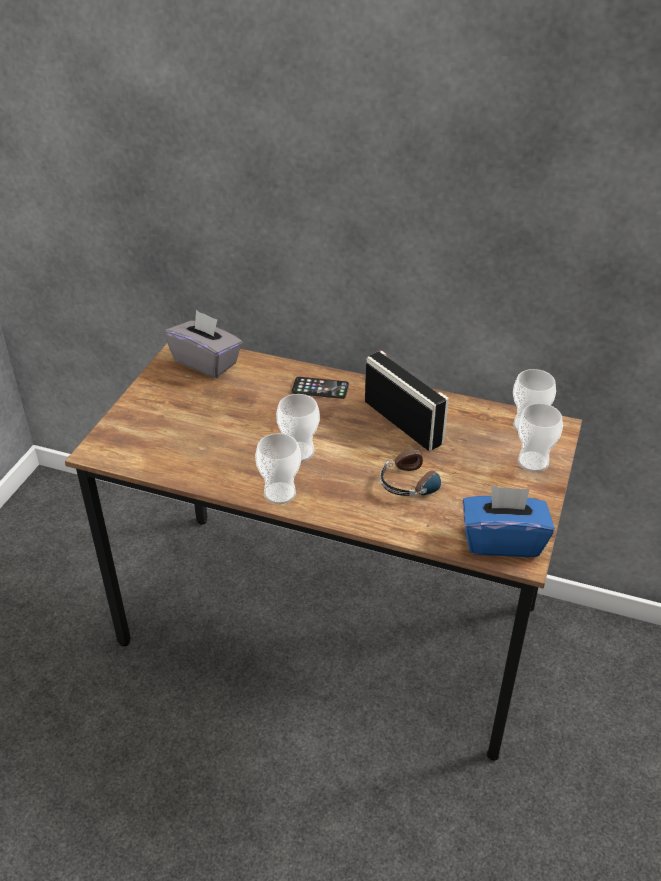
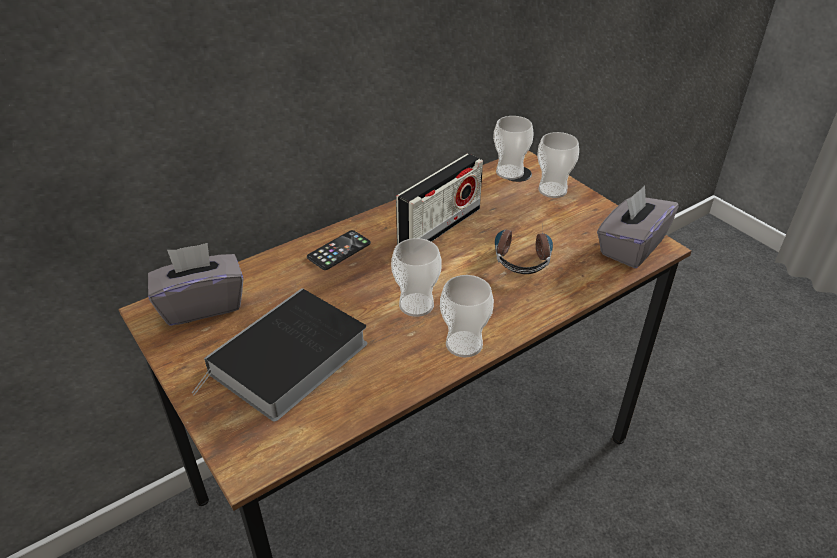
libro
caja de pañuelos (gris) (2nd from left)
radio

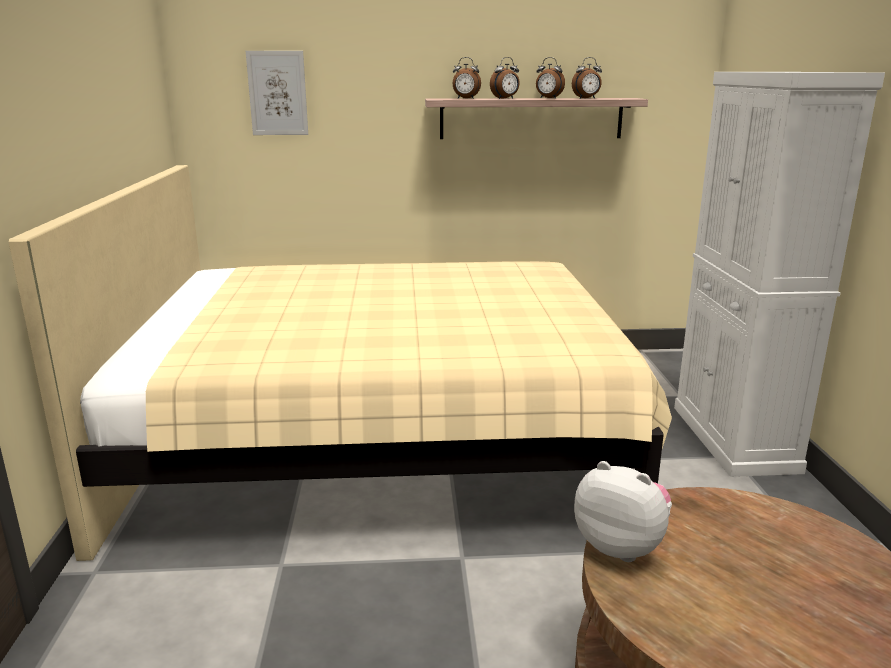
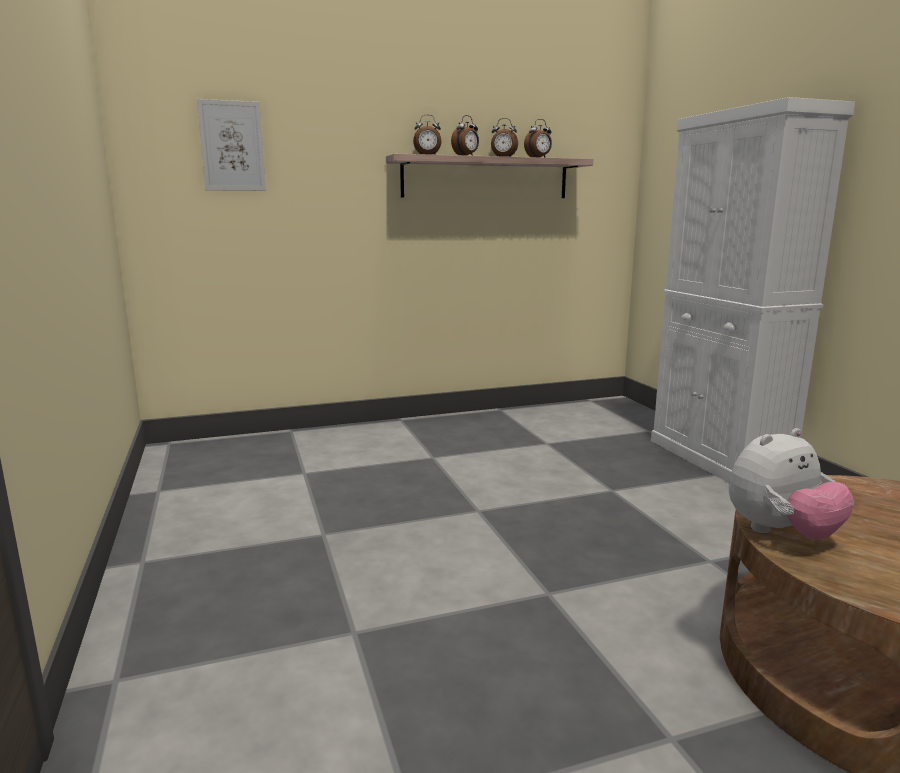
cama (beis)
peluche

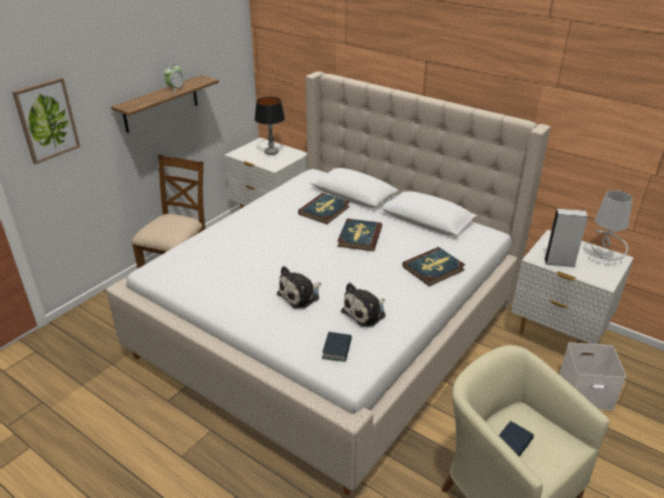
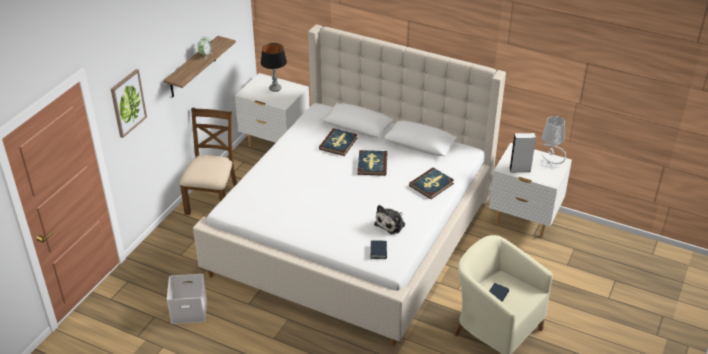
peluche (1st from left in the first image)
caja de almacenaje (blanco)

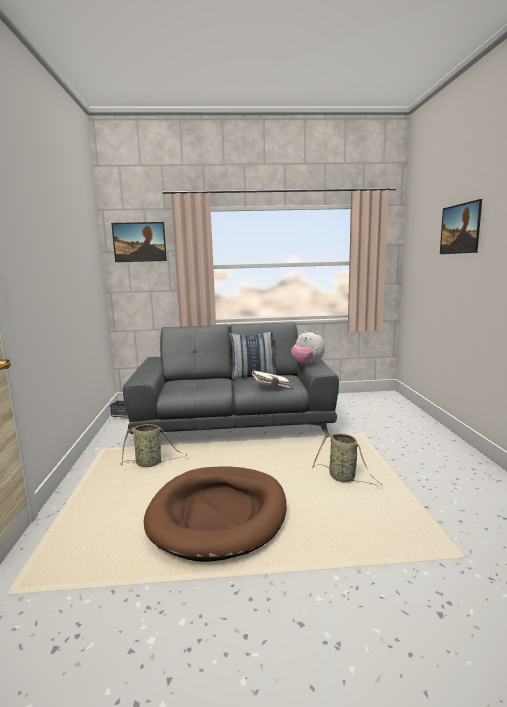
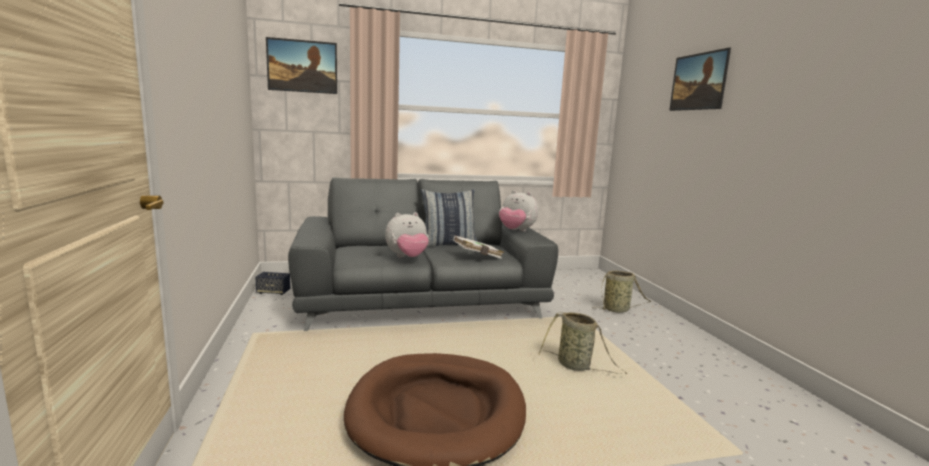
peluche (1st from left)
cesta (2nd from left)

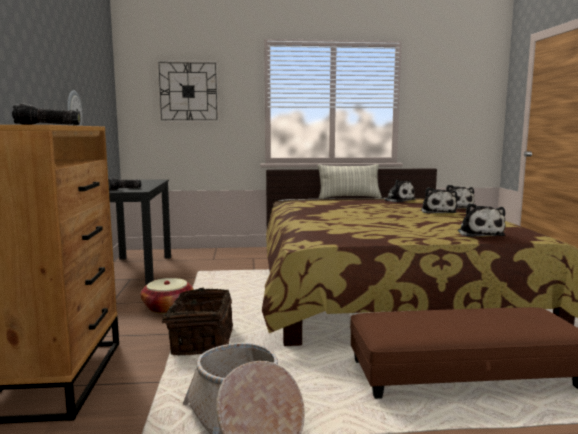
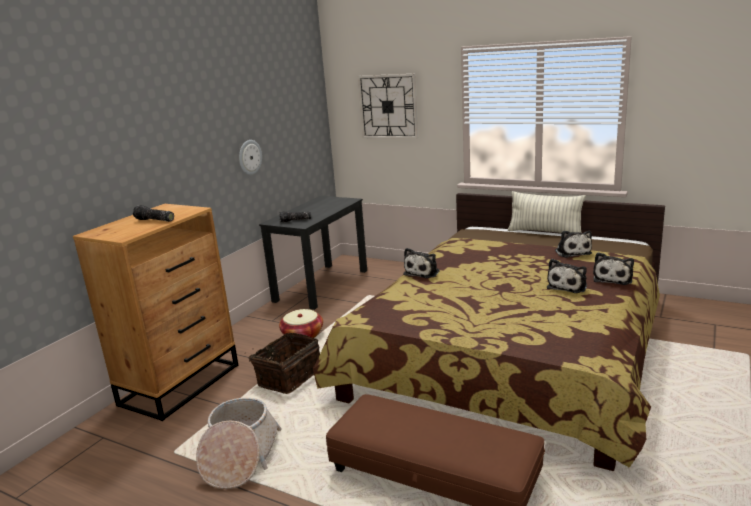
peluche (1st from left)

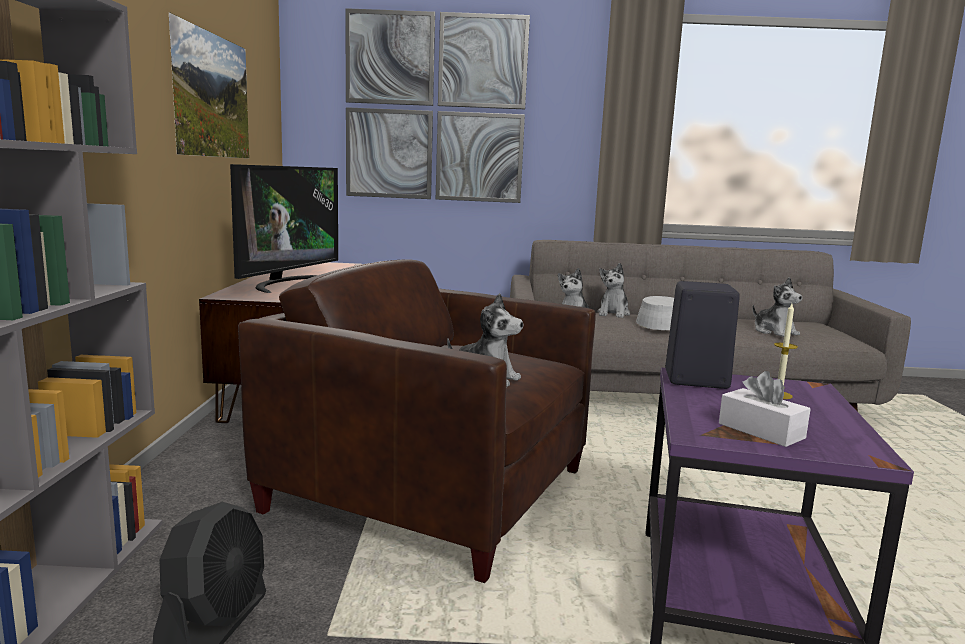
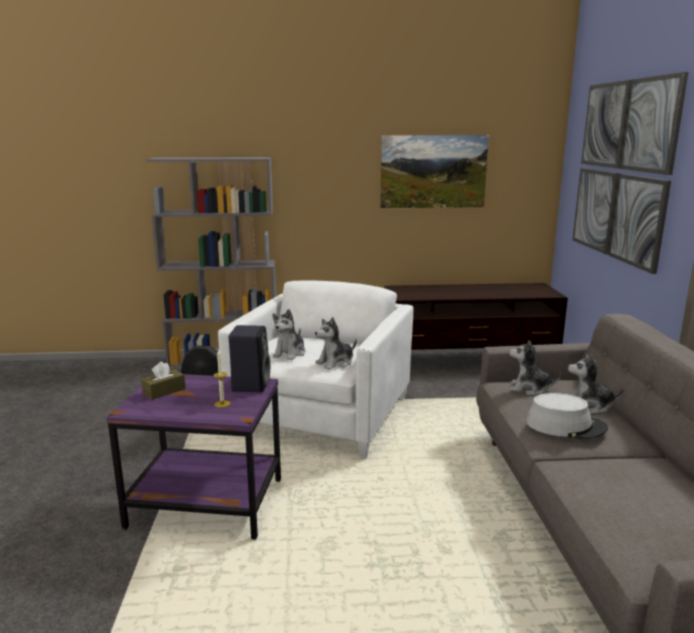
televisor
peluche (2nd from left)
sillón (blanco)
caja de pañuelos (marrón)

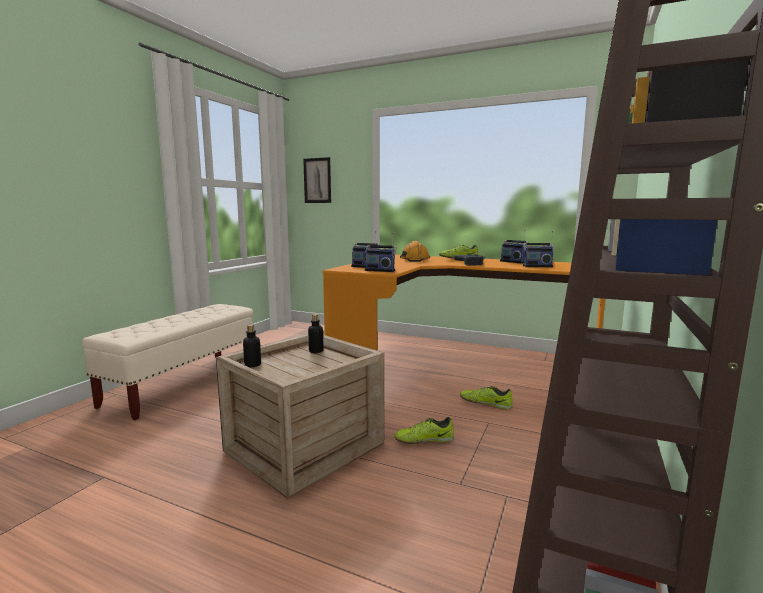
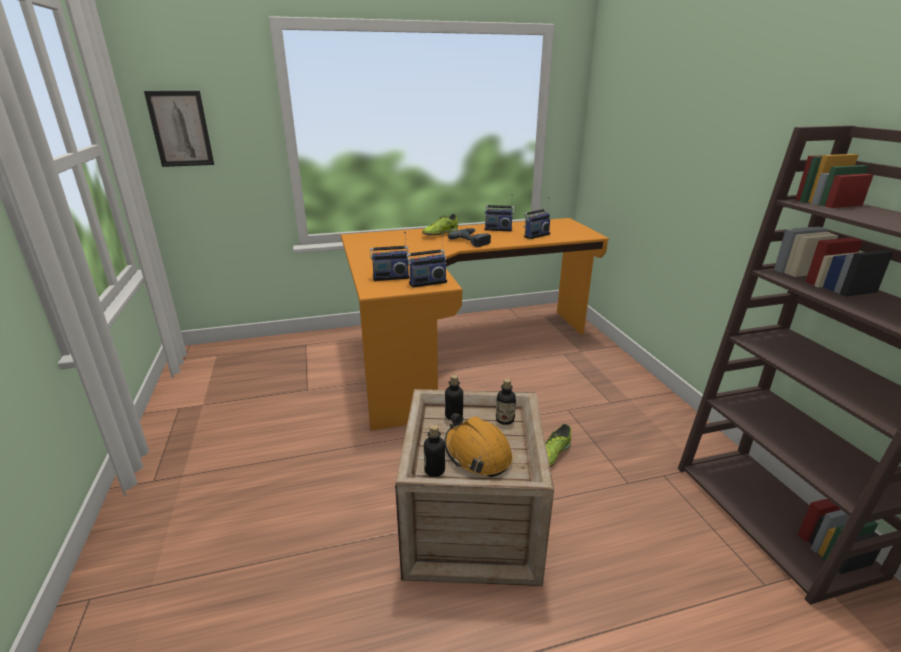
banco (beis)
zapato (3rd from left in the first image)
botella (3rd from left)
casco (naranja)

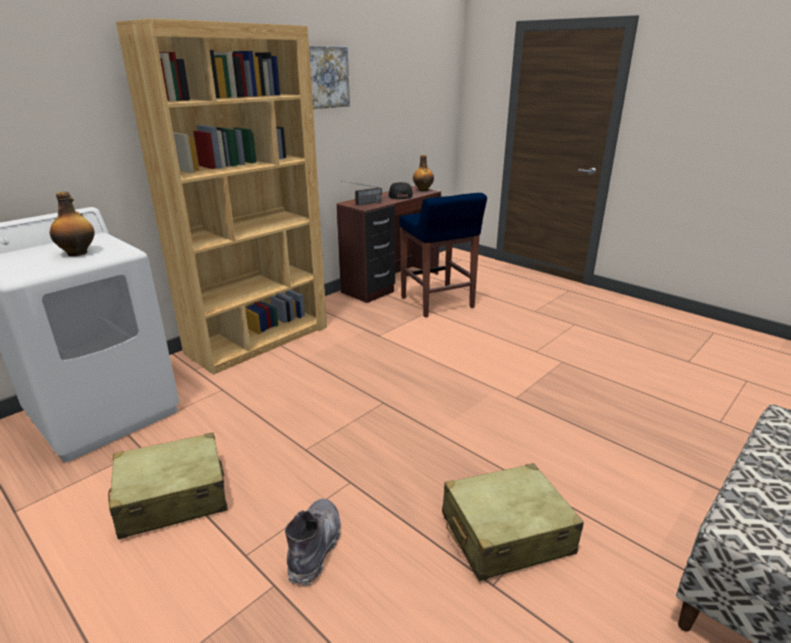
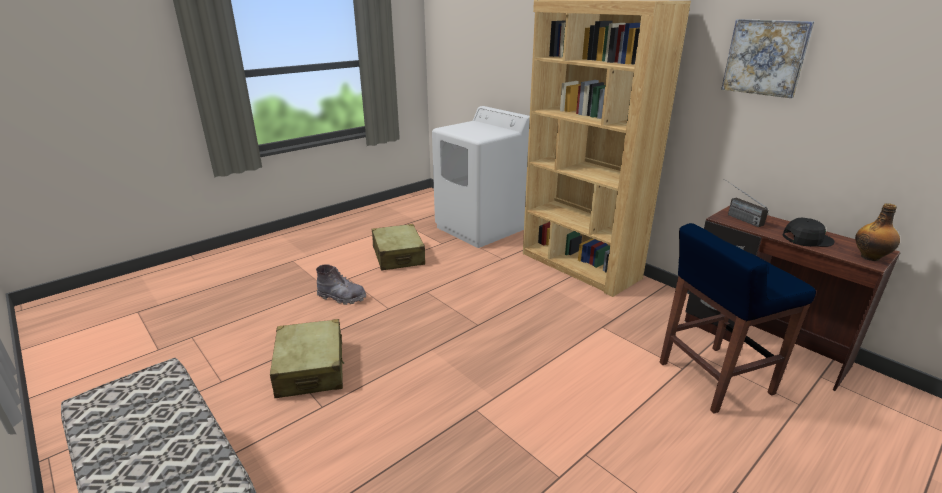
botella (1st from left in the first image)

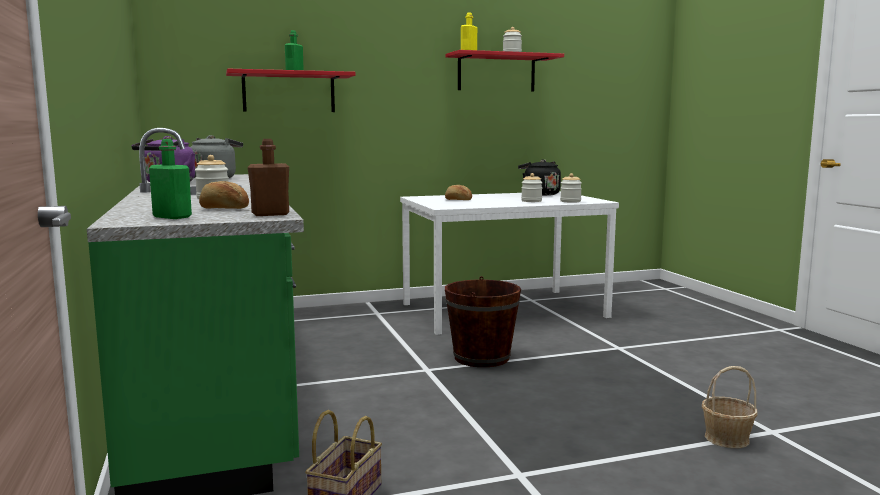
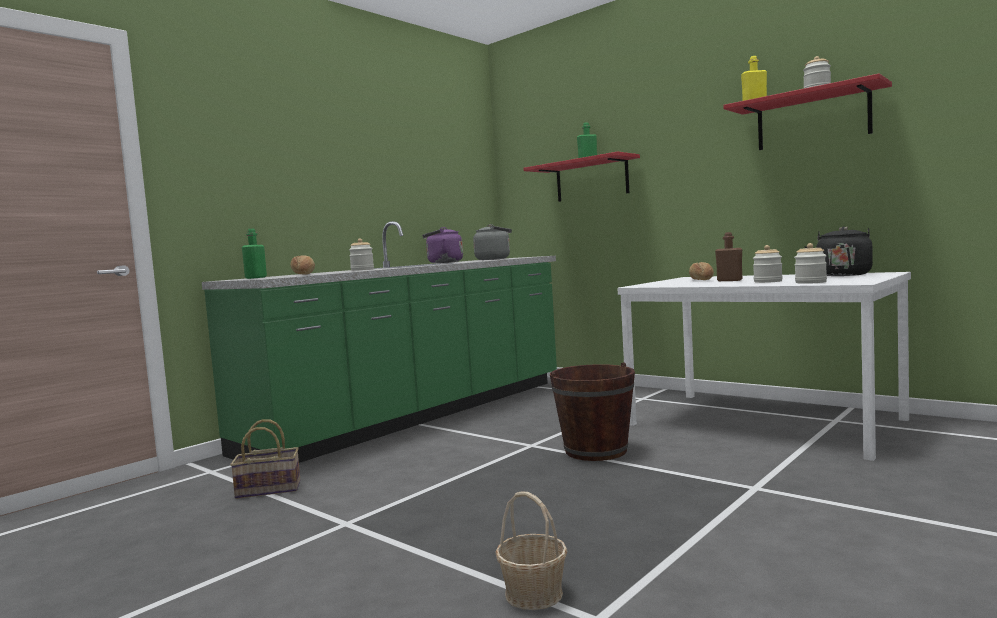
botella (marrón)

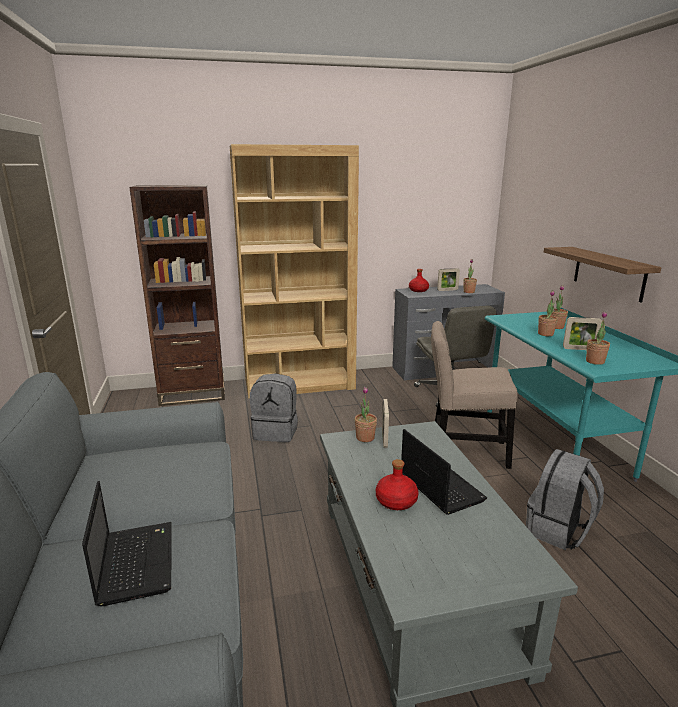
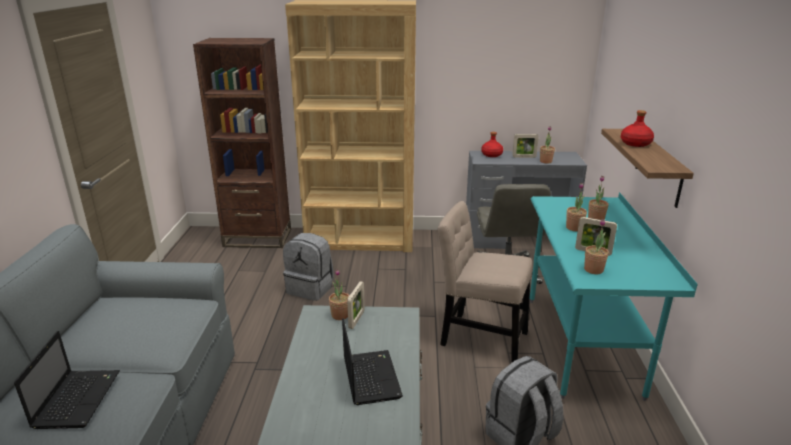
botella (rojo) (2nd from left)

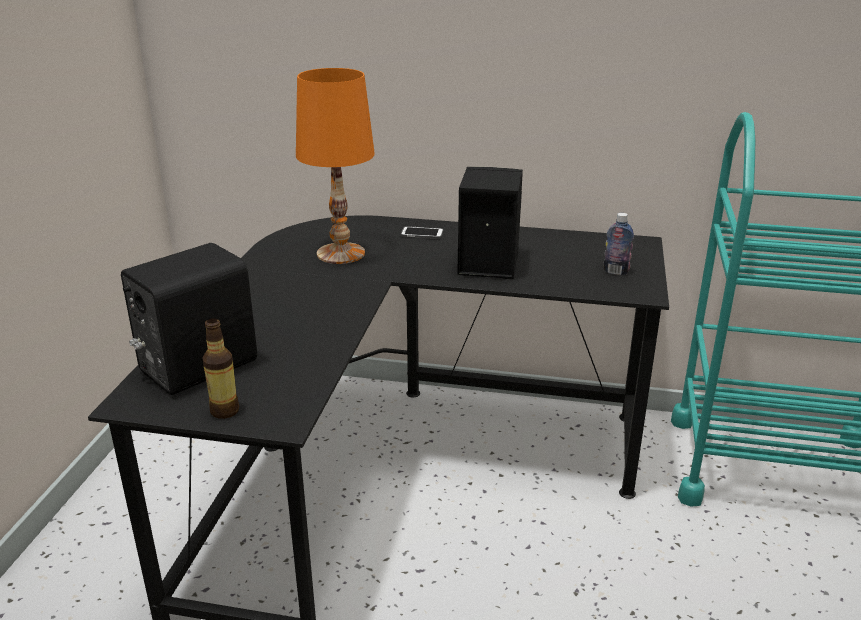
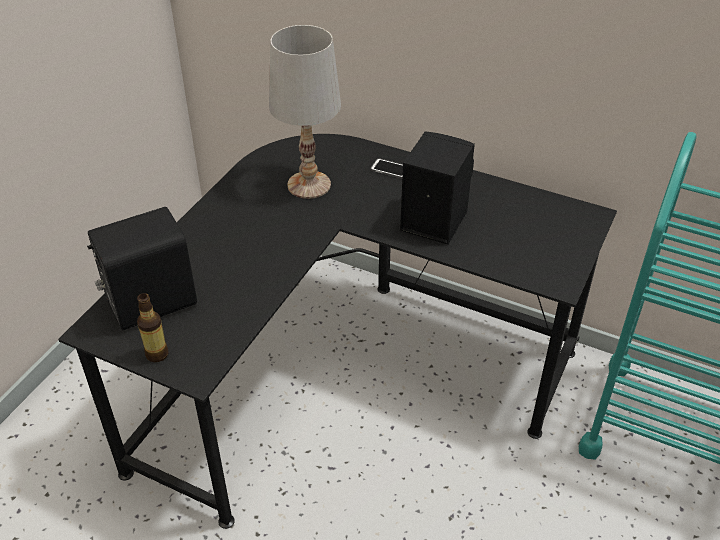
botella (2nd from left in the first image)
lámpara de mesa (blanco)

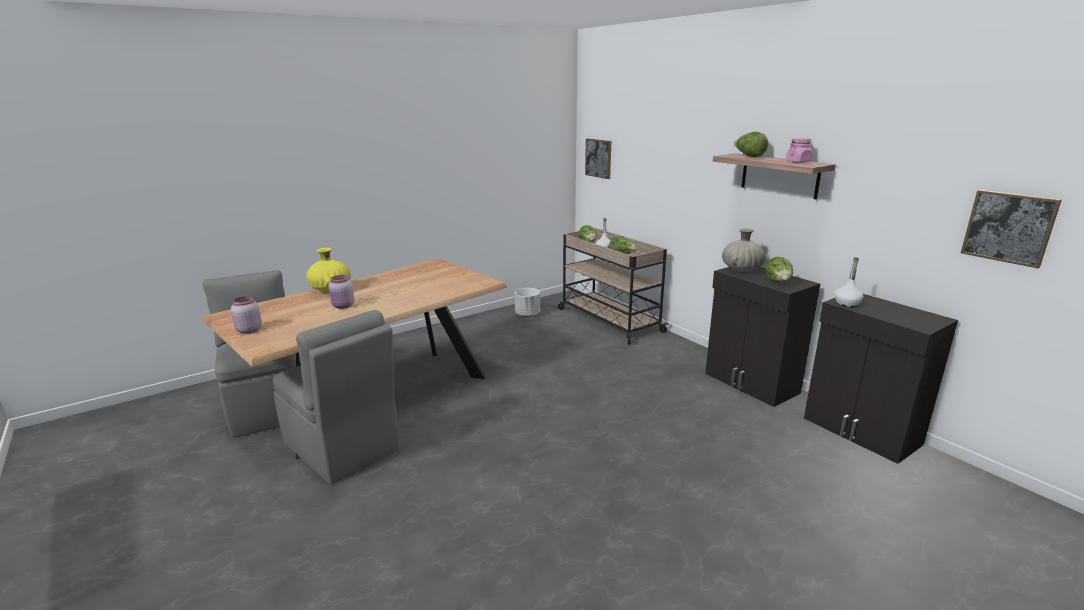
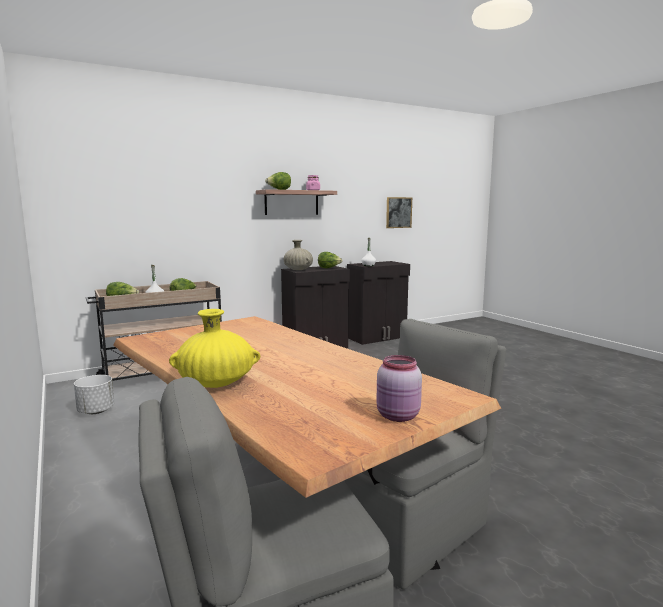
tarro (rosa) (2nd from left in the first image)
cuadro (1st from left in the first image)

